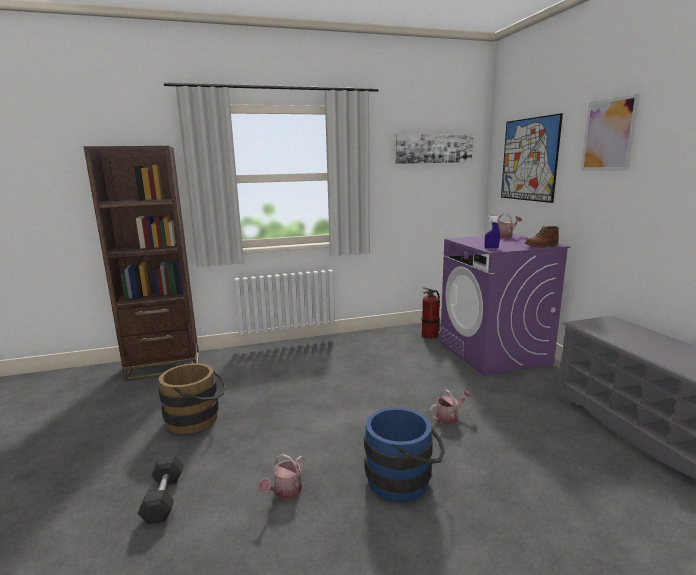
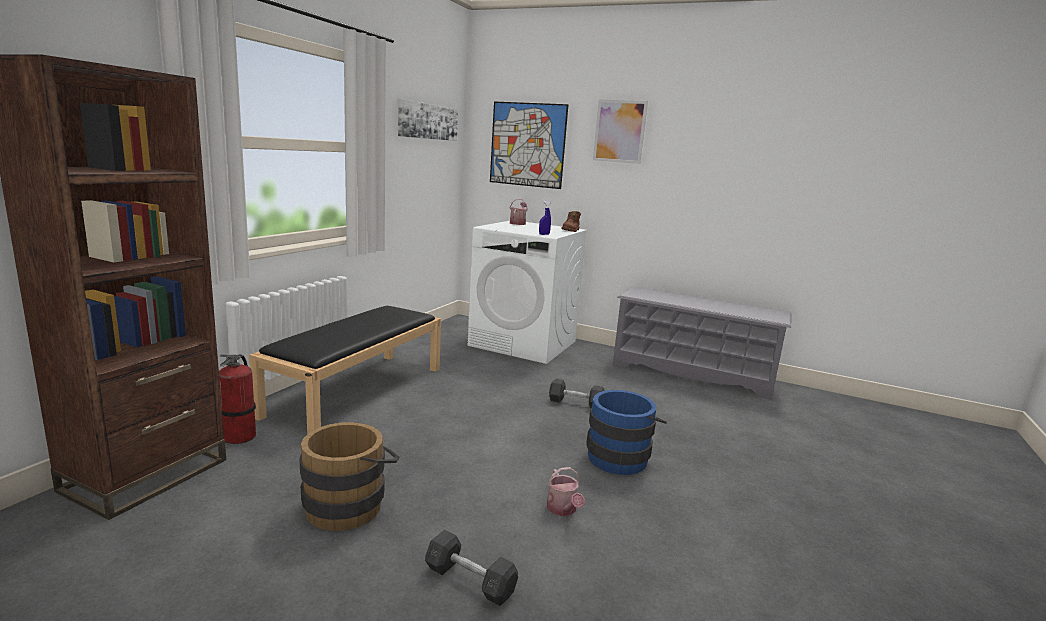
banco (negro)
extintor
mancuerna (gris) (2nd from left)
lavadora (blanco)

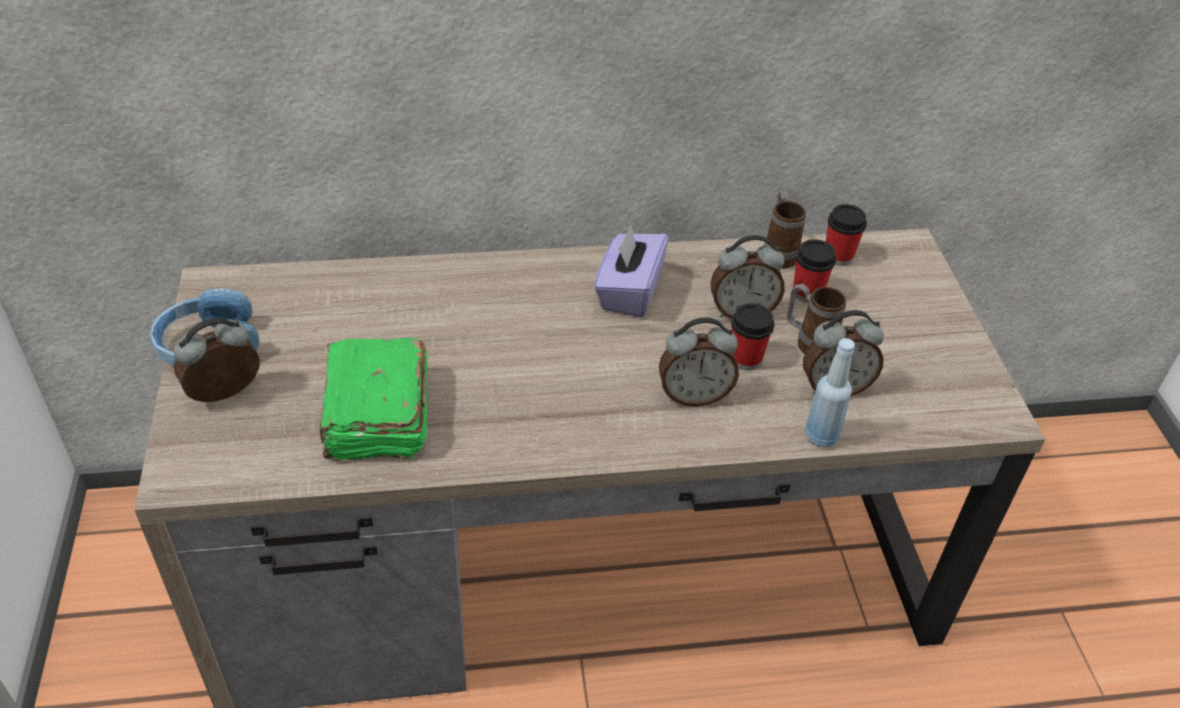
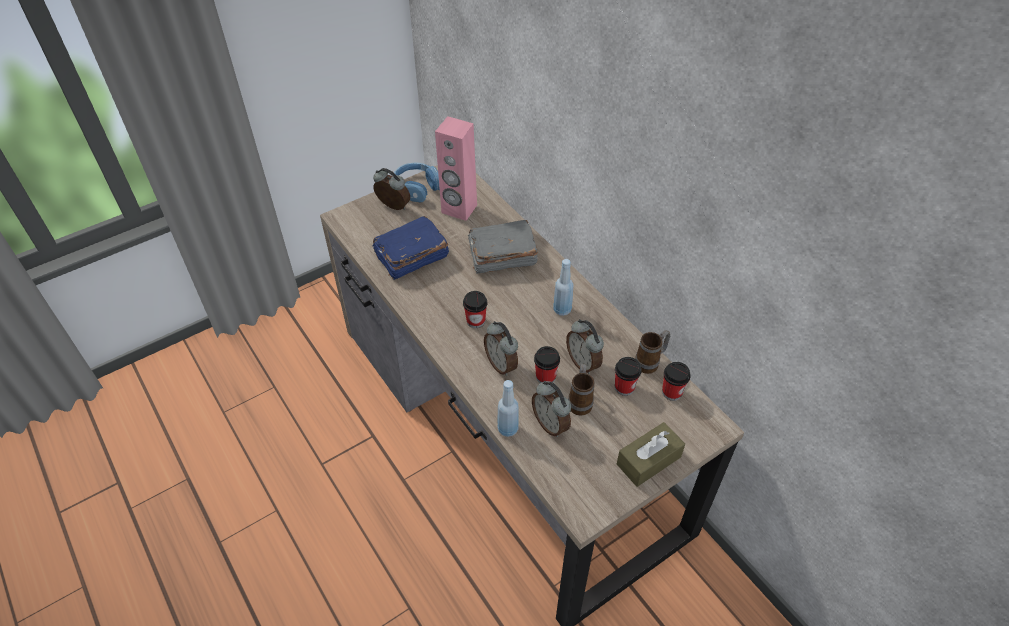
altavoz (rosa)
taza (1st from left)
libro (gris)
caja de pañuelos (marrón)
botella (azul) (2nd from left)
libro (azul)

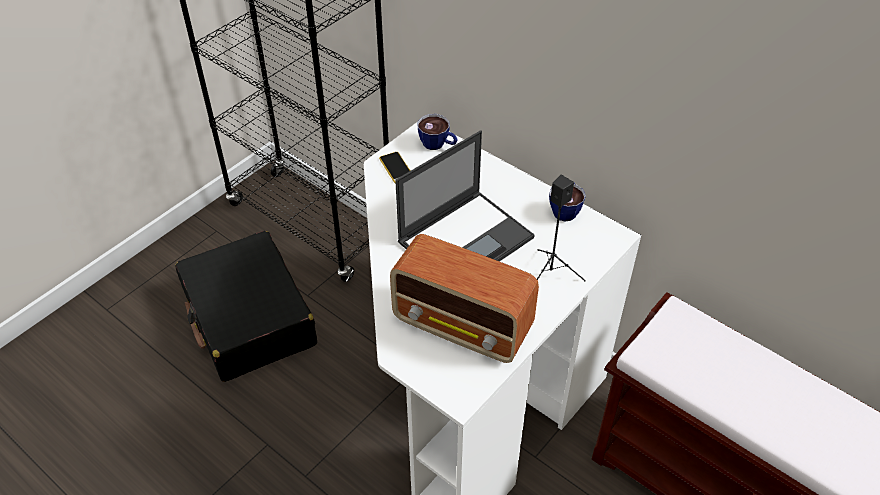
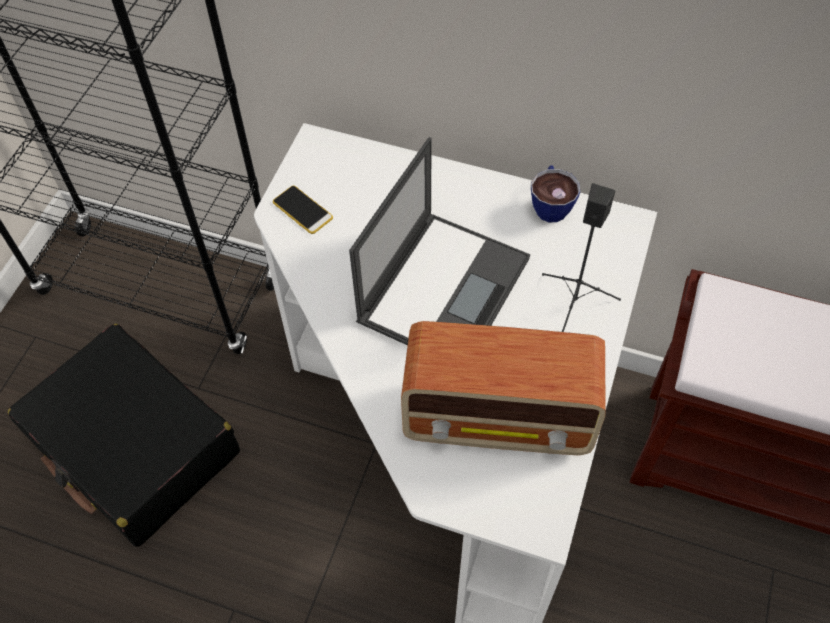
taza (1st from left in the first image)

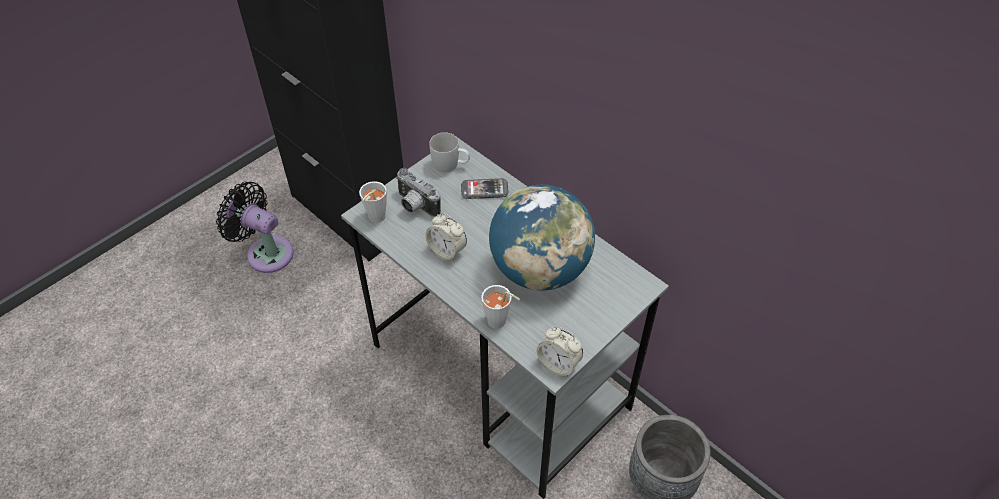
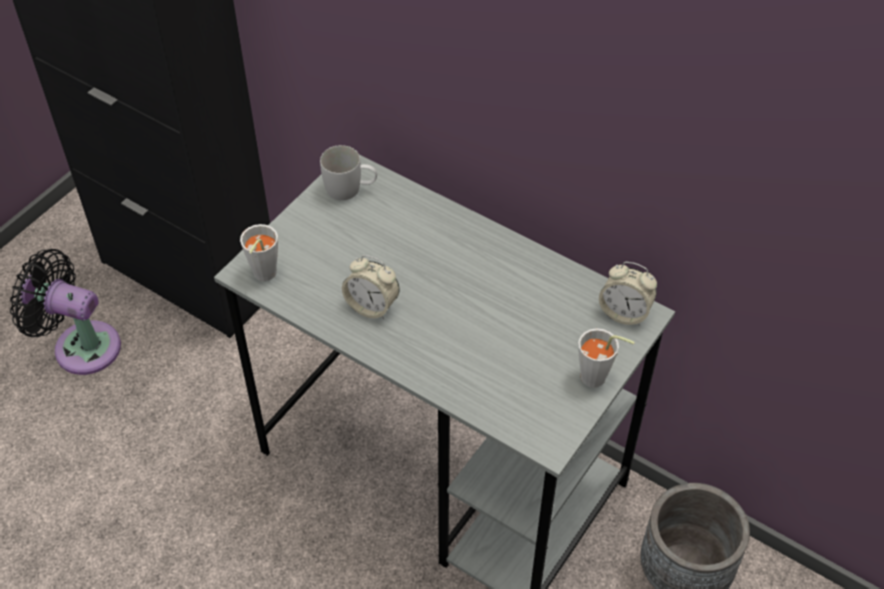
cámara
móvil
globo terráqueo
taza (gris) (2nd from left)
despertador (2nd from left)

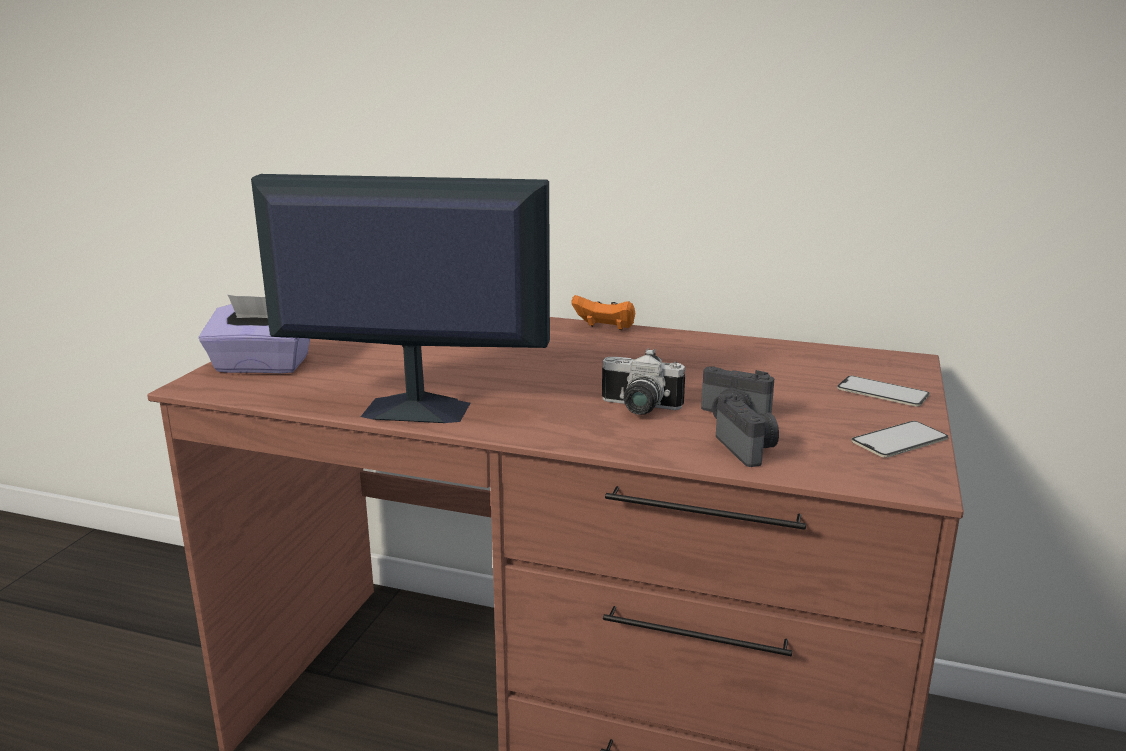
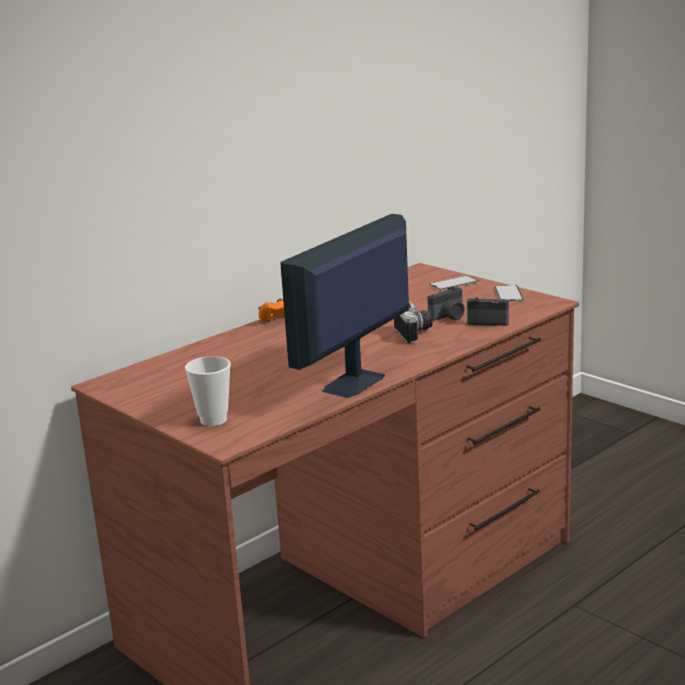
taza
cámara (1st from left)

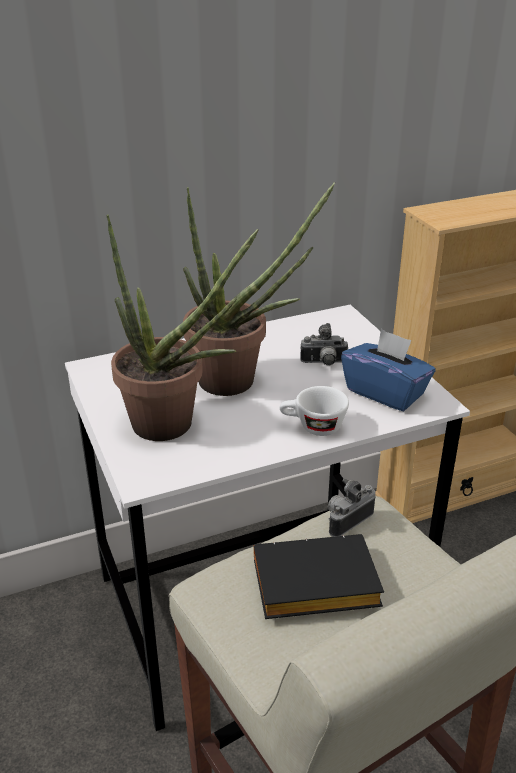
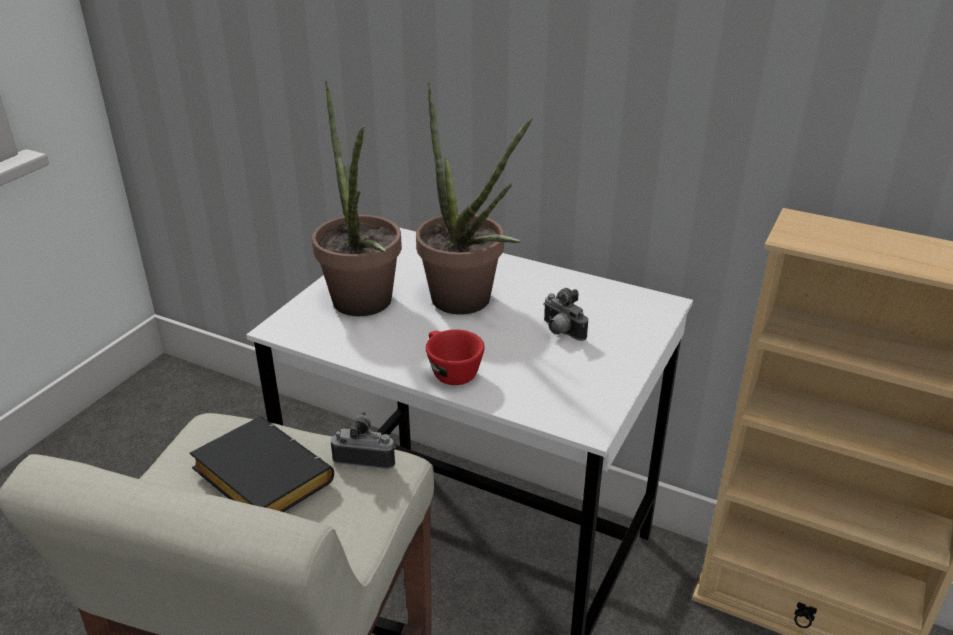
caja de pañuelos (azul)
taza (rojo)

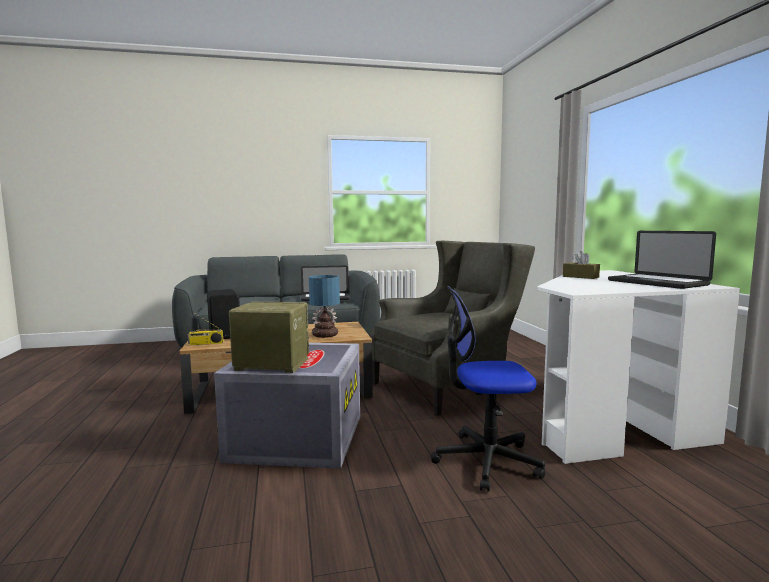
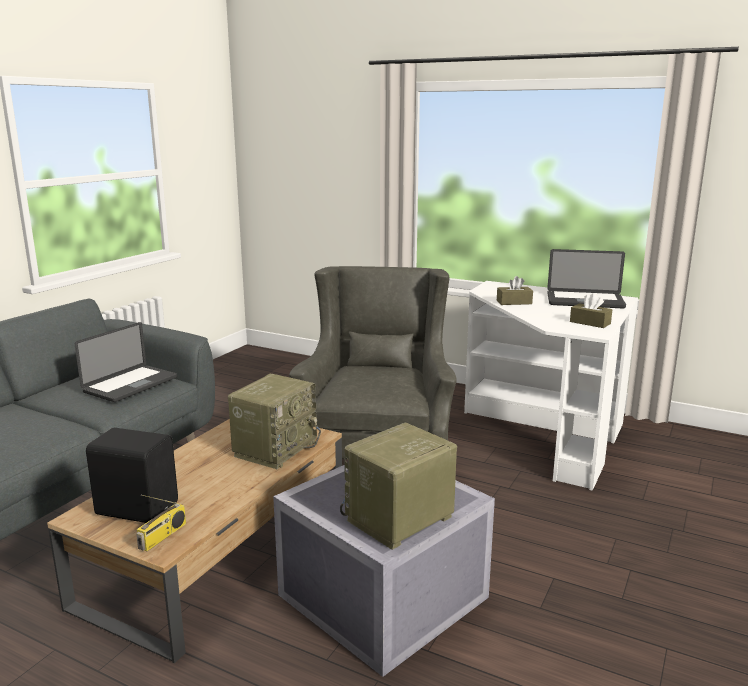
silla de oficina
caja de pañuelos (marrón) (2nd from left)
radio (2nd from left)

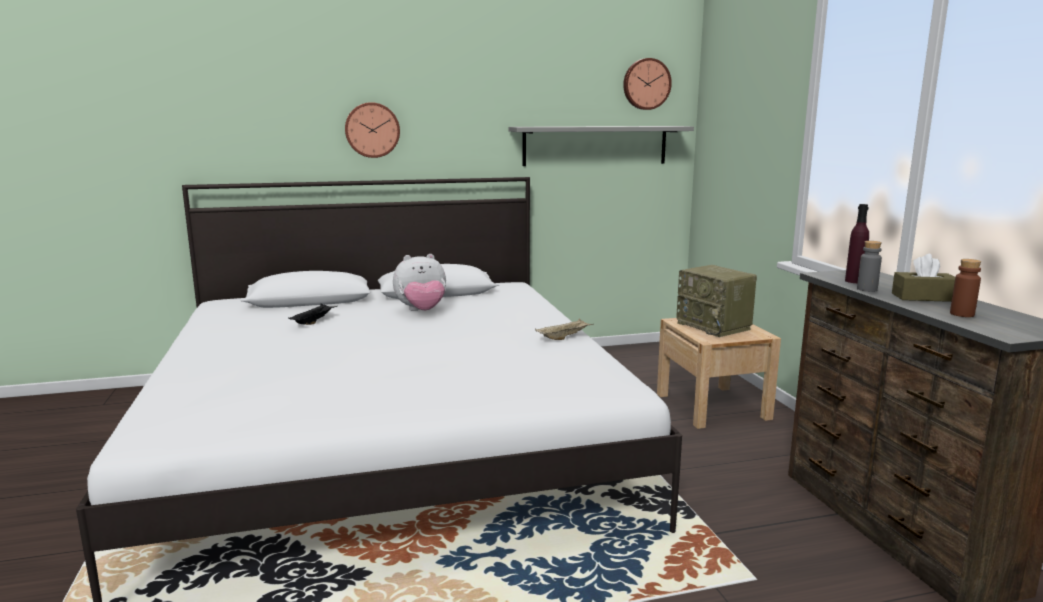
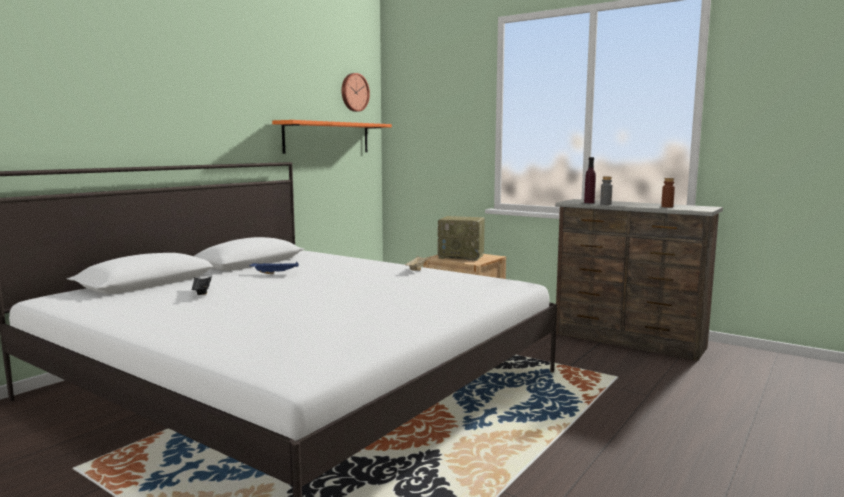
reloj de pared (1st from left in the first image)
caja de pañuelos (marrón)
bandeja (azul)
estante (naranja)

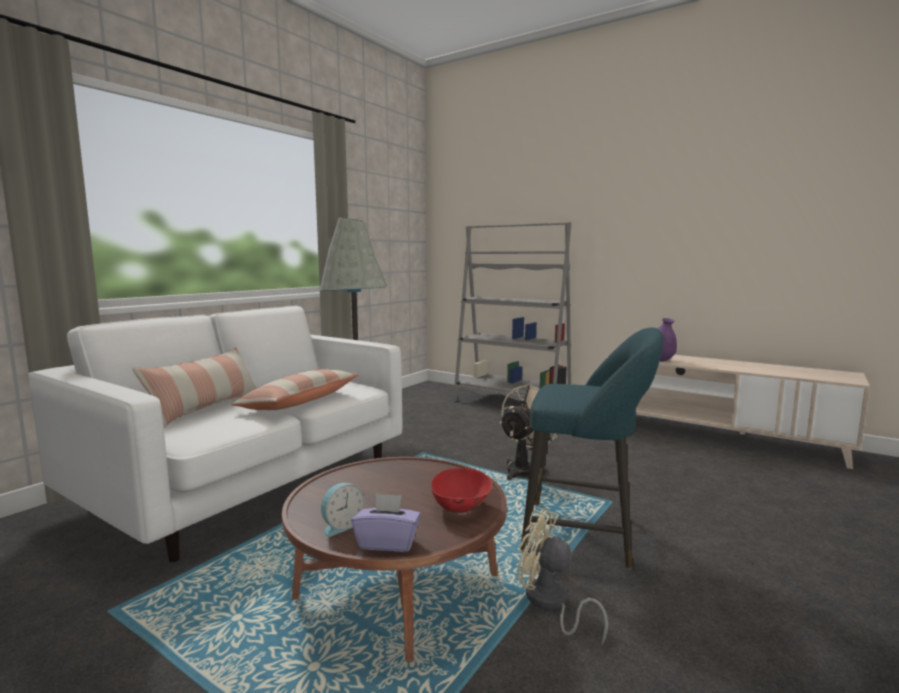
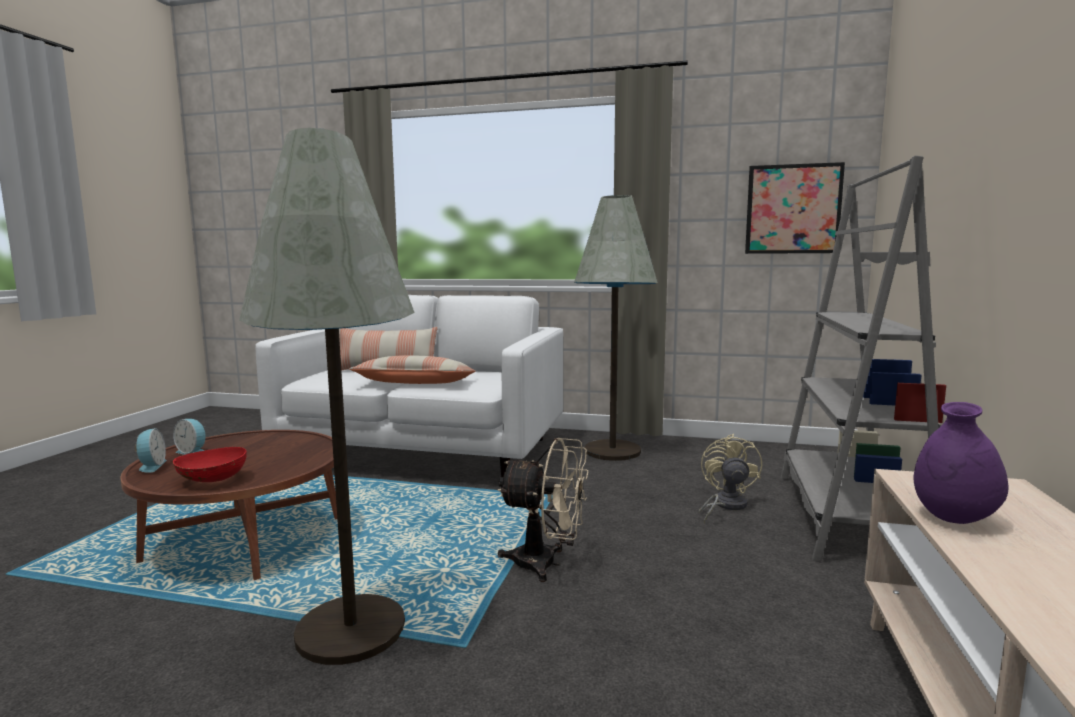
cuadro
ventilador (beis) (2nd from left)
despertador (1st from left)
lámpara de pie (gris) (1st from left)

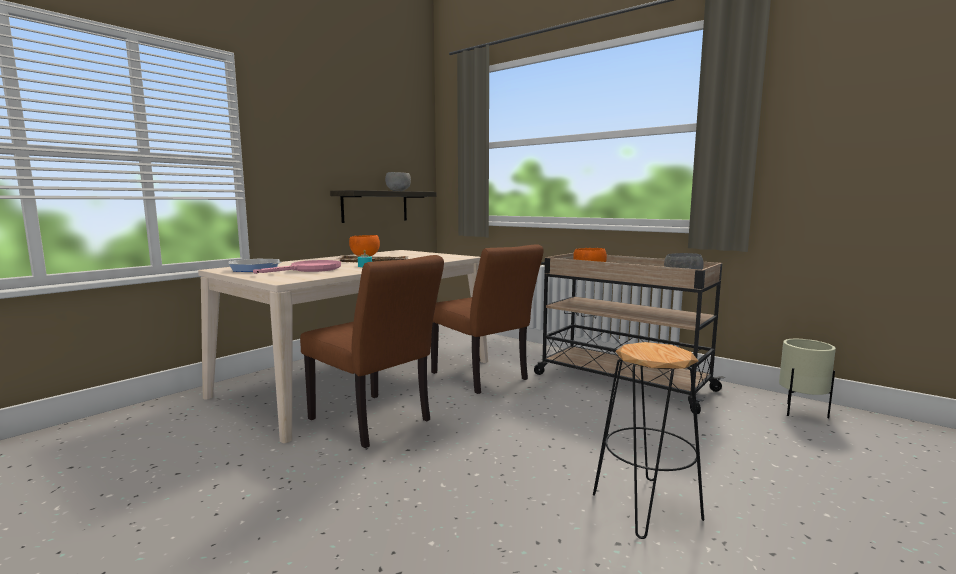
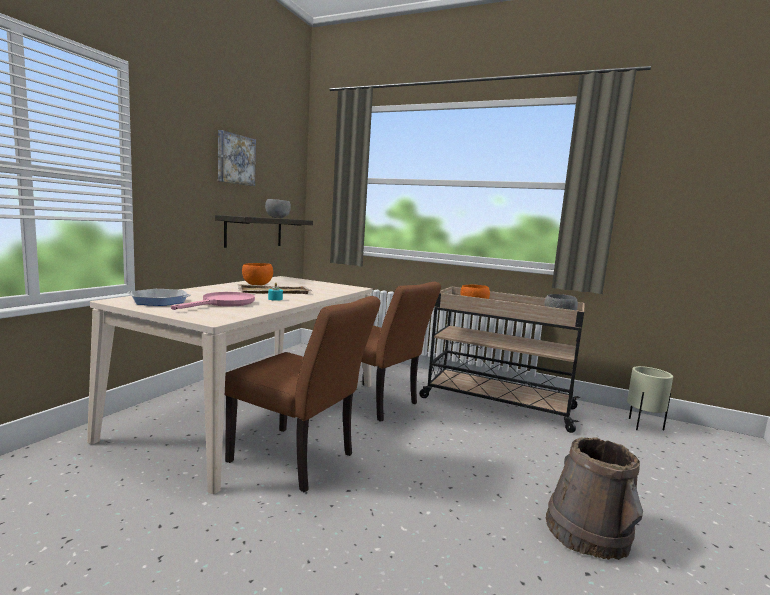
cuadro
cubo (marrón)

